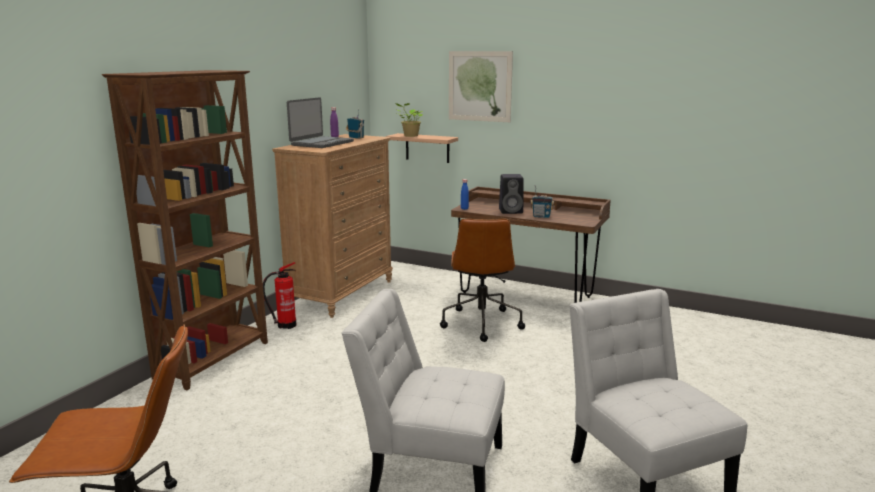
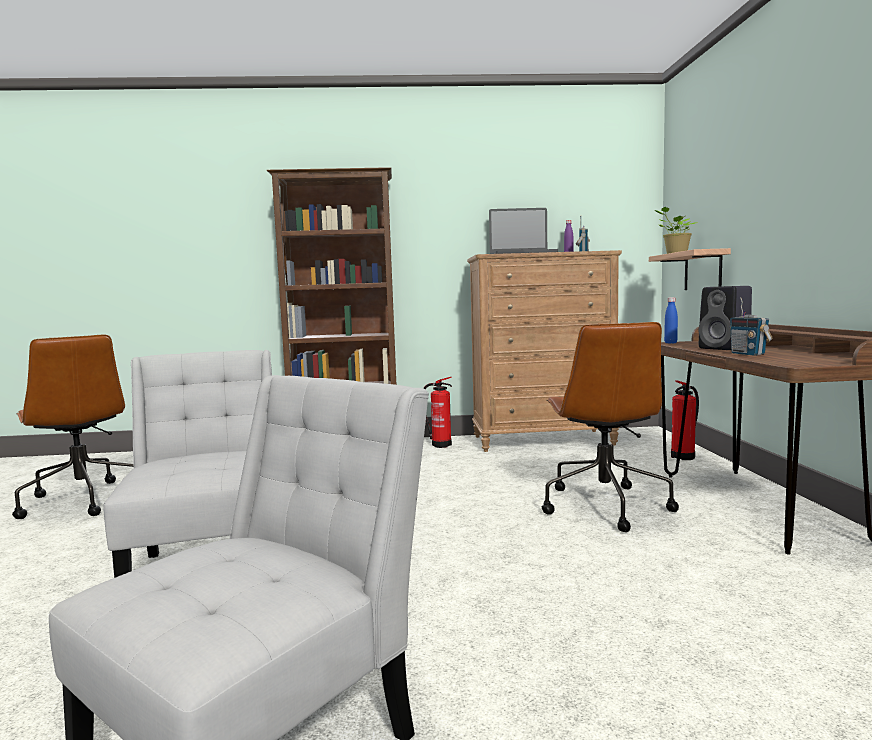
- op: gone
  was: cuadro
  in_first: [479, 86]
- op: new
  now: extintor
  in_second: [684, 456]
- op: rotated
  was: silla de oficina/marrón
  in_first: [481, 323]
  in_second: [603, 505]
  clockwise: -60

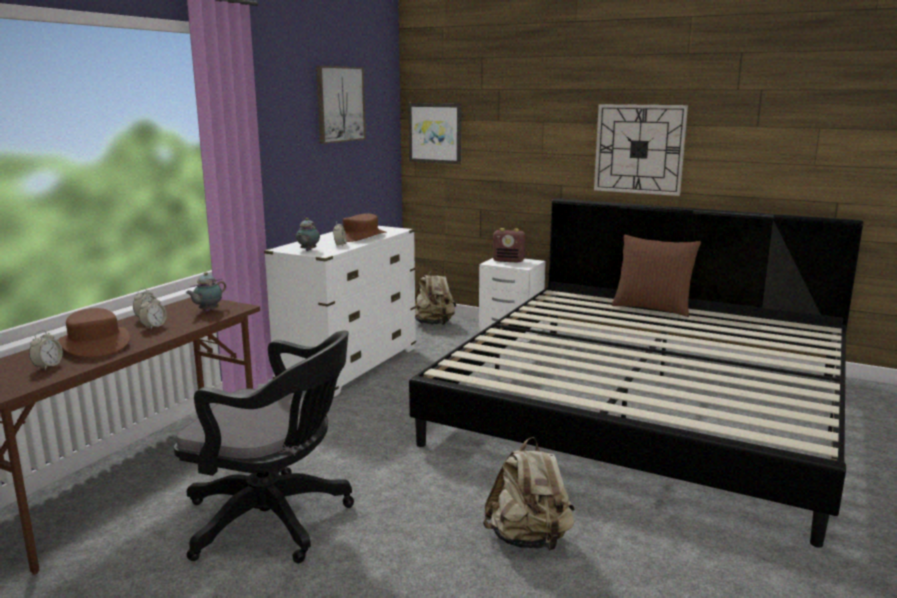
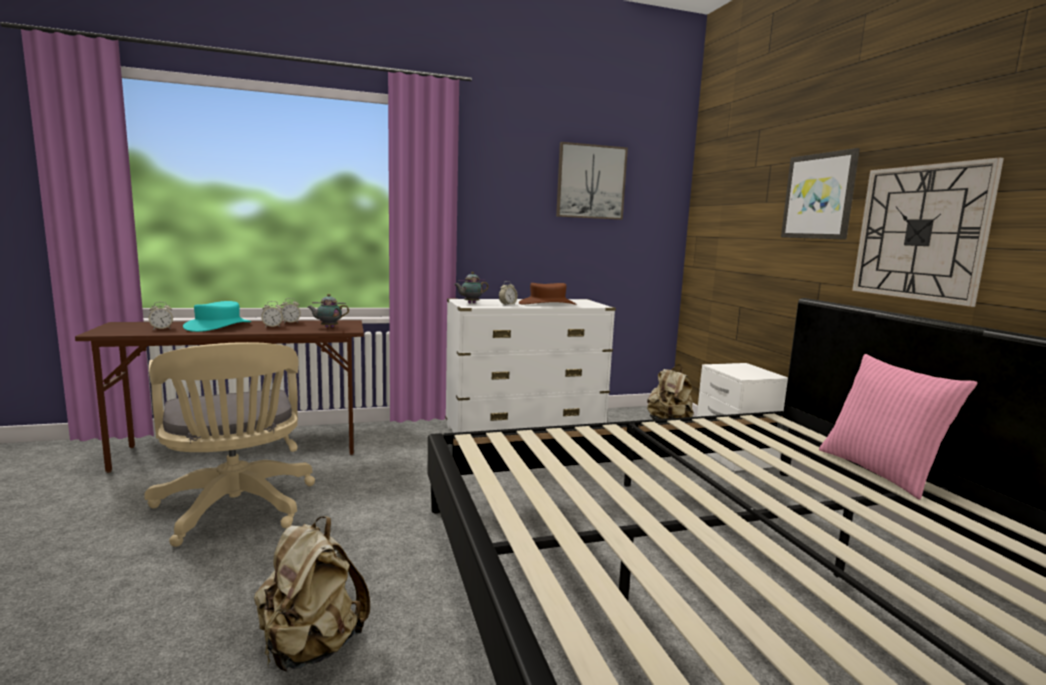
- op: gone
  was: radio
  in_first: [509, 261]
- op: shifted
  was: cuadro
  in_first: [435, 133]
  in_second: [819, 196]
- op: repainted
  was: sombrero/marrón
  now: sombrero/turquesa
  in_first: [95, 344]
  in_second: [218, 326]
- op: repainted
  was: silla de oficina/negro
  now: silla de oficina/beis
  in_first: [275, 521]
  in_second: [236, 510]
- op: repainted
  was: cojín/marrón
  now: cojín/rosa
  in_first: [652, 308]
  in_second: [880, 471]

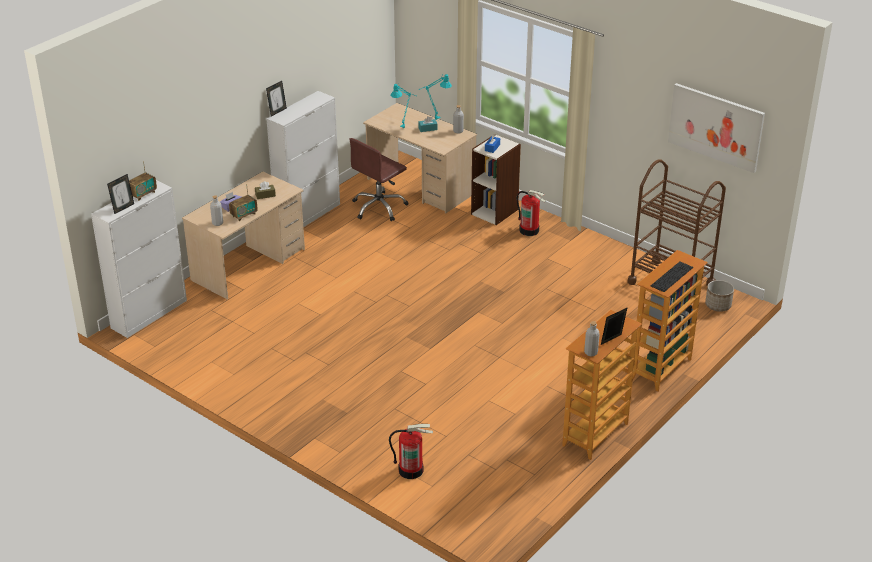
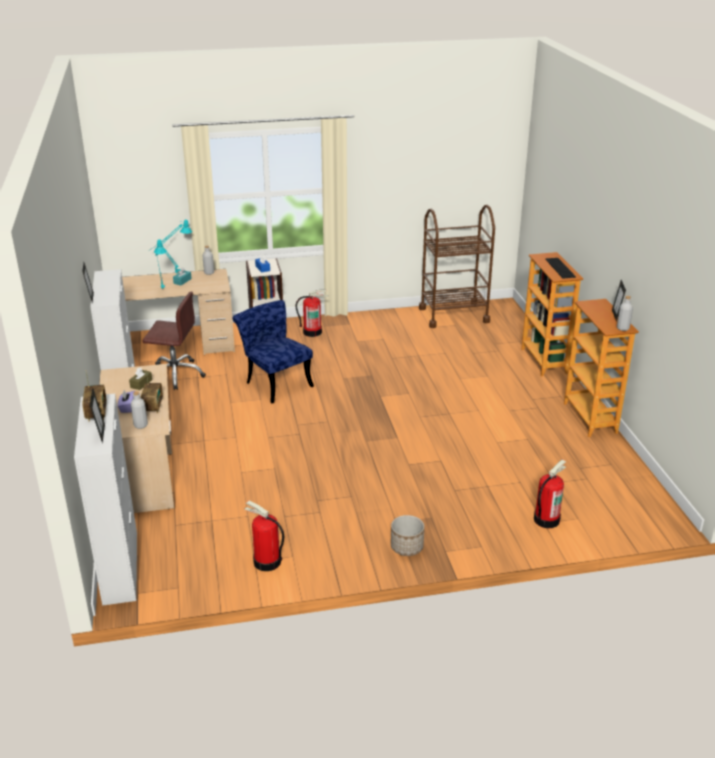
- op: gone
  was: cuadro
  in_first: [716, 127]
- op: new
  now: silla/azul
  in_second: [275, 383]
- op: new
  now: extintor
  in_second: [266, 562]
- op: shifted
  was: maceta
  in_first: [717, 305]
  in_second: [406, 547]
- op: rotated
  was: silla de oficina/marrón
  in_first: [379, 207]
  in_second: [175, 374]
  clockwise: -75

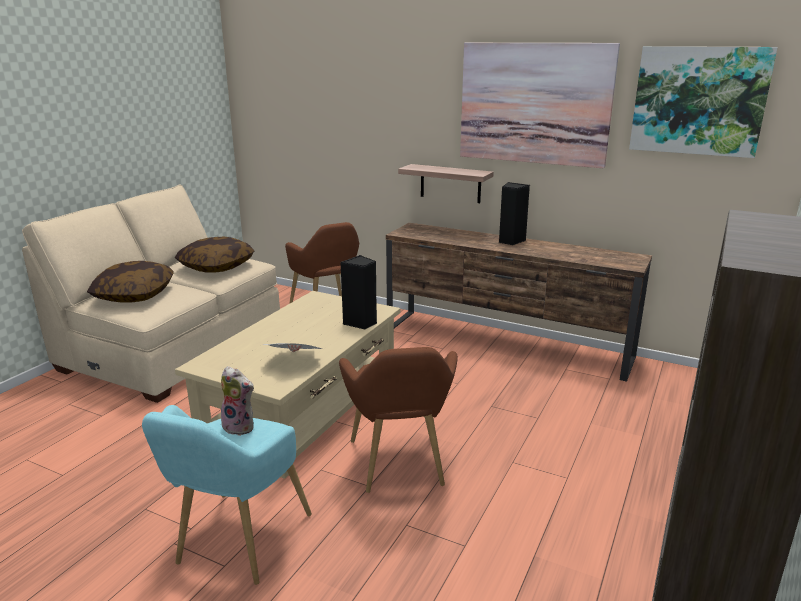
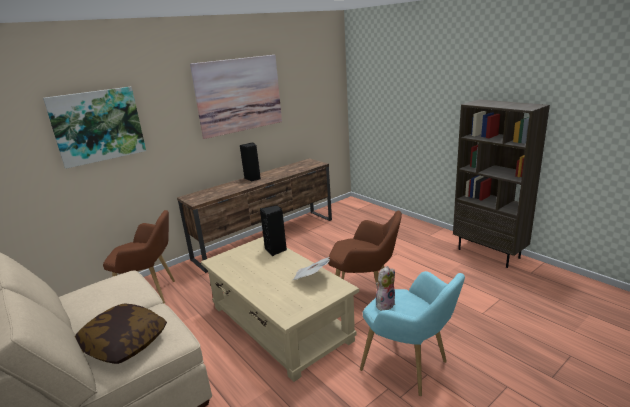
- op: gone
  was: cojín
  in_first: [216, 266]
- op: gone
  was: estante
  in_first: [450, 183]
- op: shifted
  was: cuadro
  in_first: [698, 101]
  in_second: [98, 126]

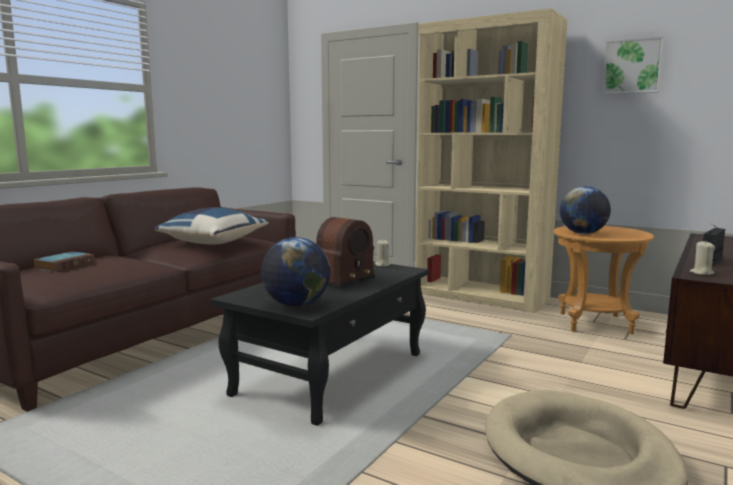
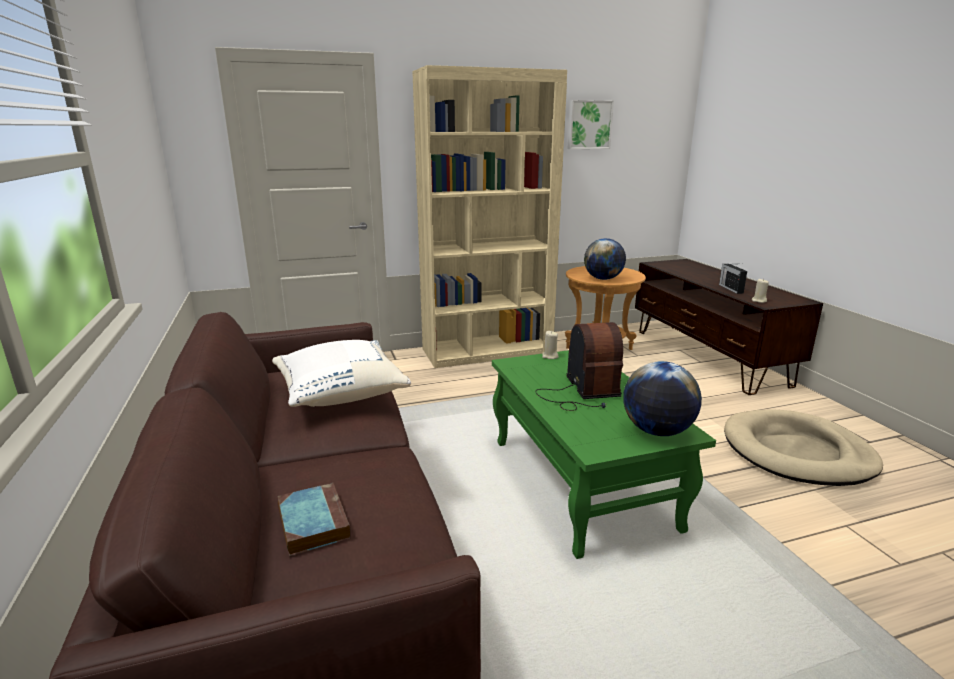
- op: repainted
  was: cojín/azul
  now: cojín/blanco
  in_first: [213, 242]
  in_second: [340, 393]
- op: repainted
  was: mesa de centro/negro
  now: mesa de centro/verde
  in_first: [332, 373]
  in_second: [579, 482]

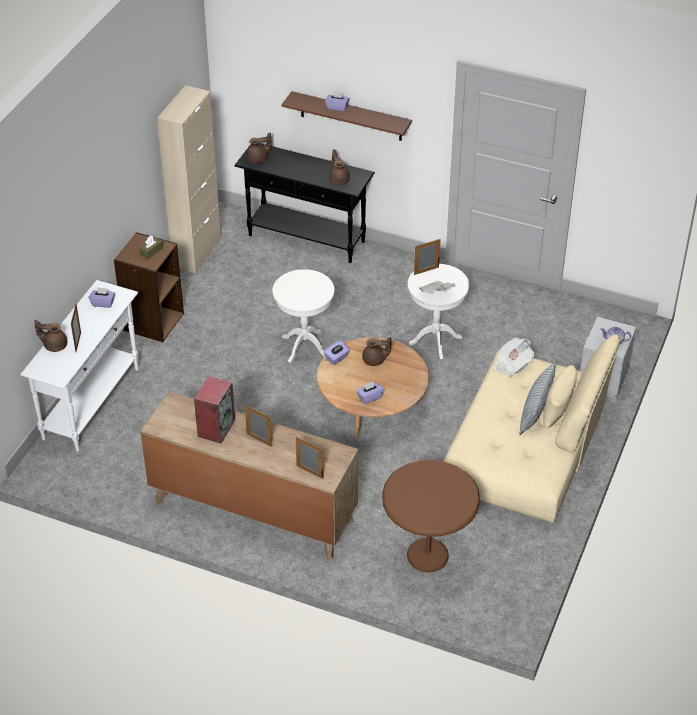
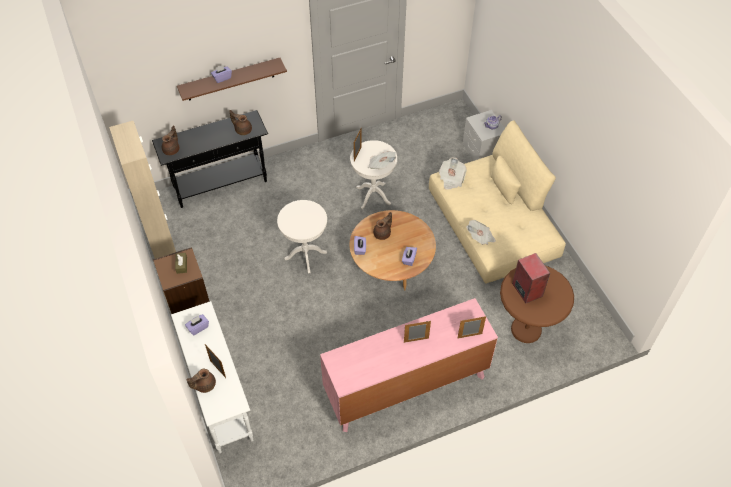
- op: gone
  was: cojín
  in_first: [535, 410]
- op: new
  now: periódico
  in_second: [480, 237]
- op: shifted
  was: altavoz
  in_first: [216, 428]
  in_second: [526, 289]
- op: repainted
  was: cómoda/marrón
  now: cómoda/rosa
  in_first: [252, 511]
  in_second: [405, 386]

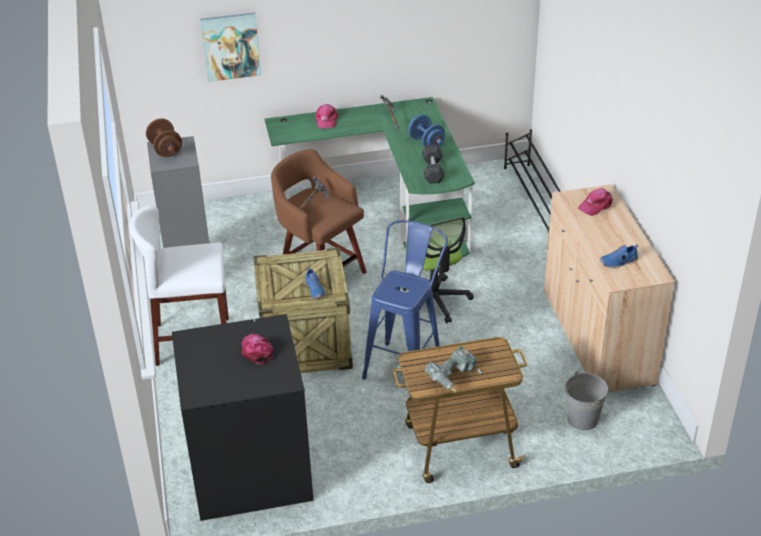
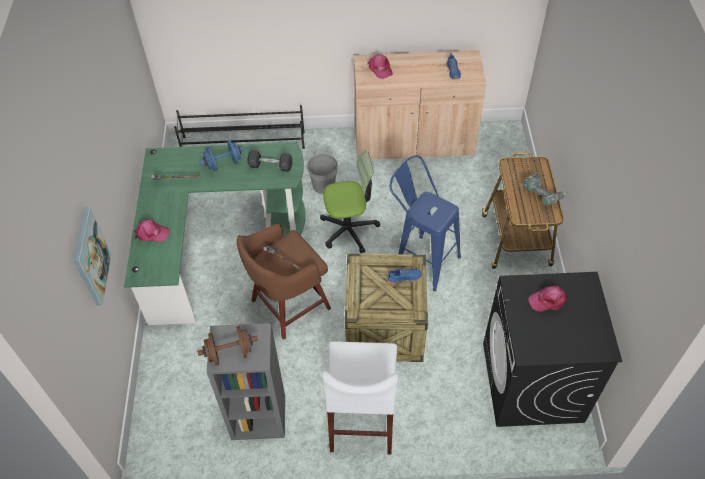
- op: shifted
  was: cubo/gris
  in_first: [582, 419]
  in_second: [323, 185]

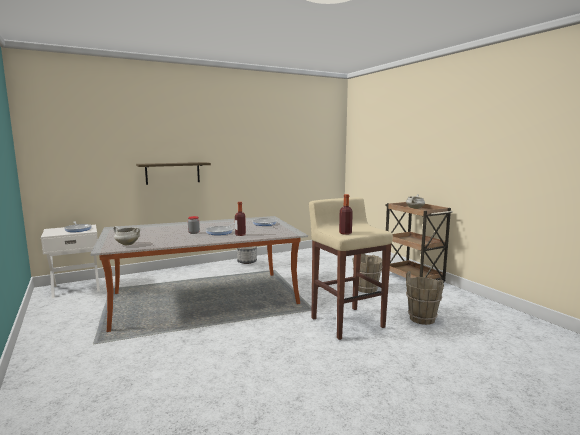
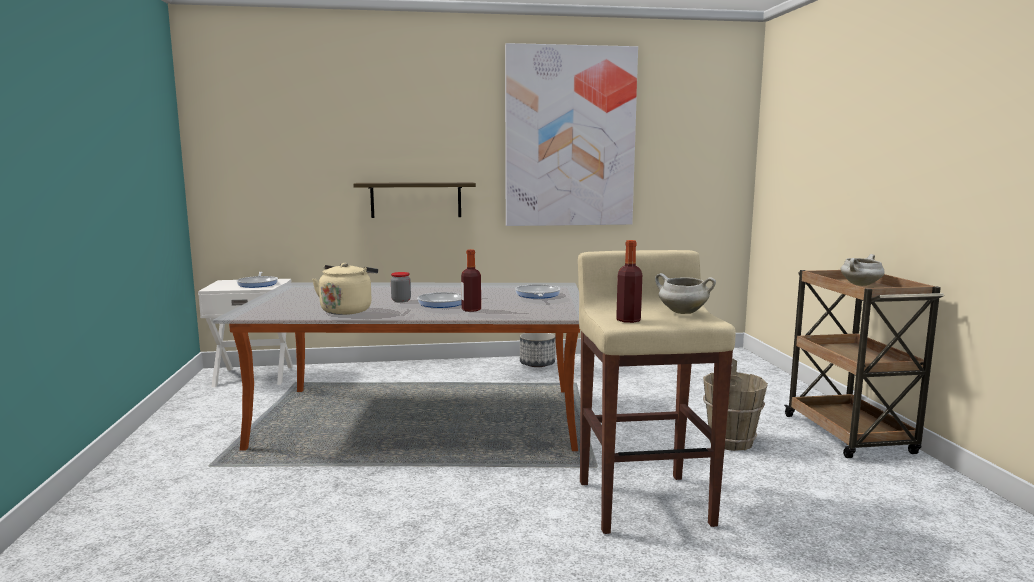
- op: gone
  was: cubo/marrón
  in_first: [422, 319]
- op: new
  now: hervidor/beis
  in_second: [347, 310]
- op: new
  now: cuadro
  in_second: [570, 137]
- op: shifted
  was: olla/blanco
  in_first: [127, 244]
  in_second: [682, 312]

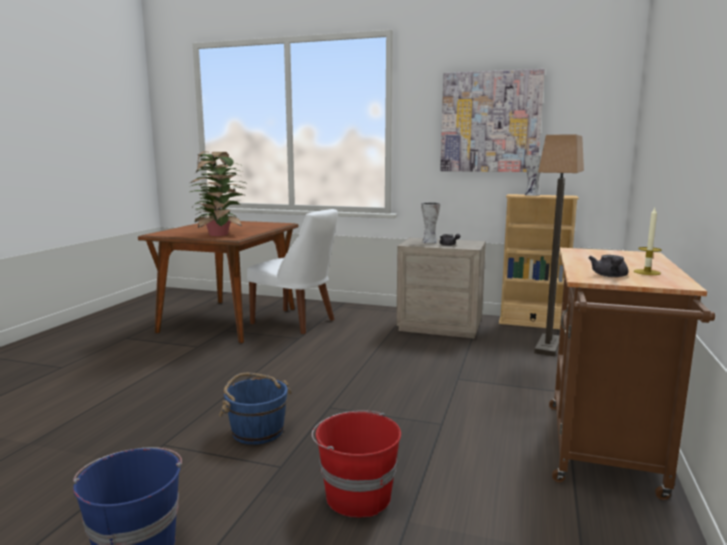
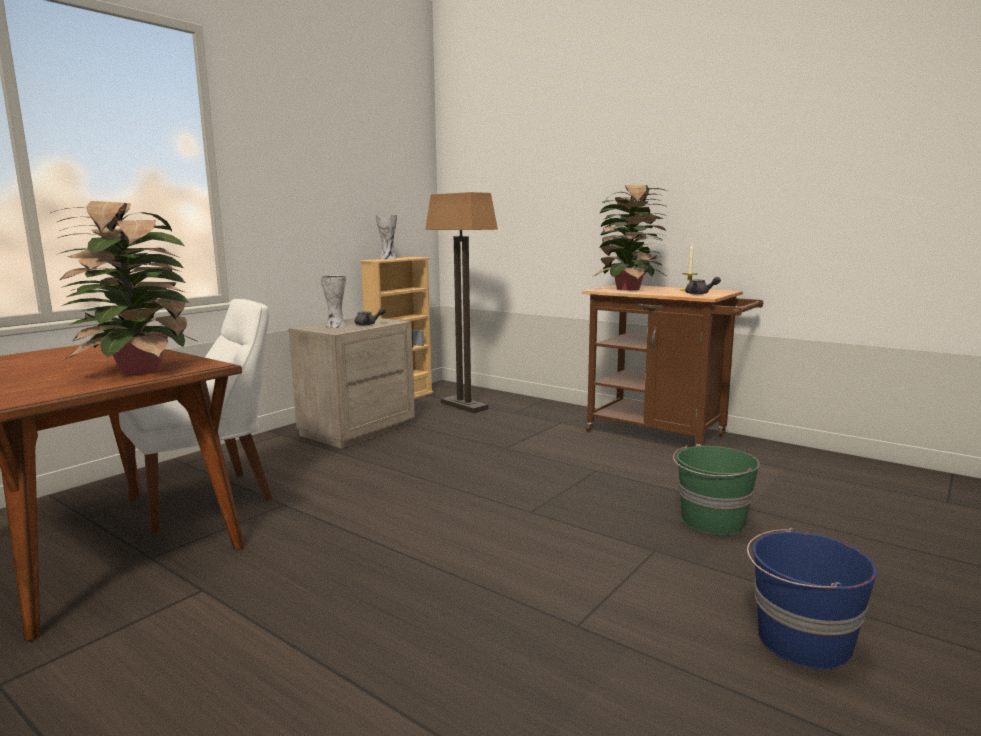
- op: gone
  was: cubo/azul
  in_first: [257, 431]
- op: gone
  was: cuadro
  in_first: [490, 122]
- op: new
  now: planta en maceta
  in_second: [628, 289]
- op: repainted
  was: cubo/rojo
  now: cubo/verde
  in_first: [357, 495]
  in_second: [712, 521]

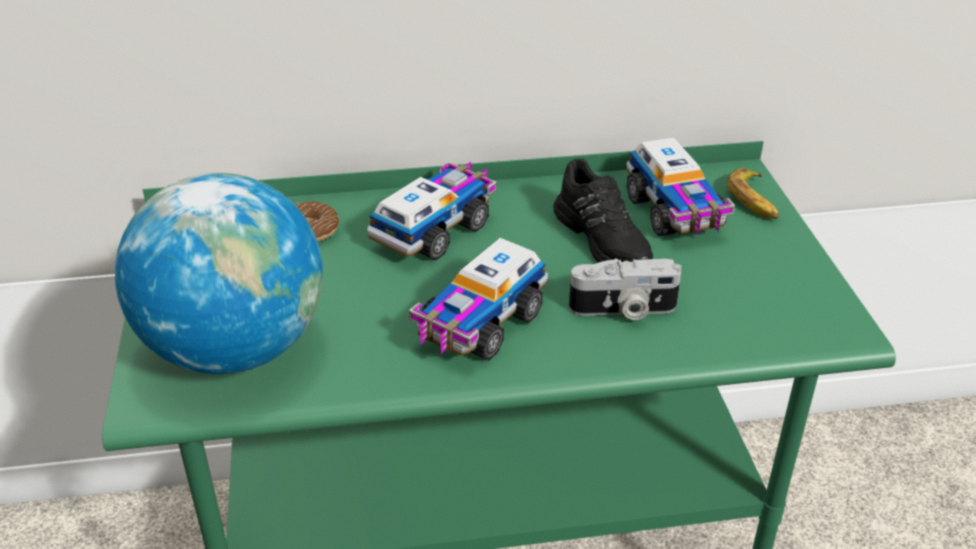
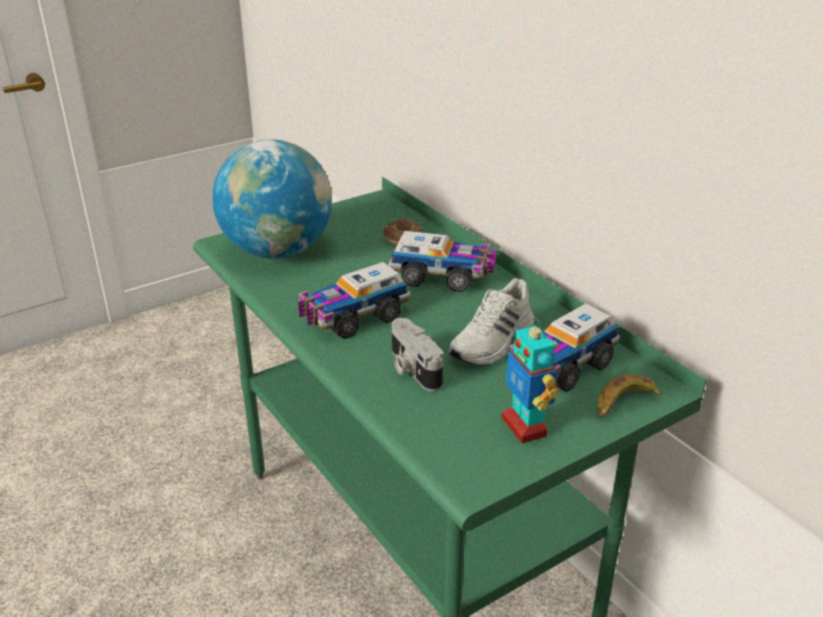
- op: new
  now: robot de juguete
  in_second: [525, 427]
- op: repainted
  was: zapato/negro
  now: zapato/blanco
  in_first: [604, 238]
  in_second: [493, 342]
- op: rotated
  was: camión de juguete
  in_first: [479, 325]
  in_second: [353, 318]
  clockwise: -45

